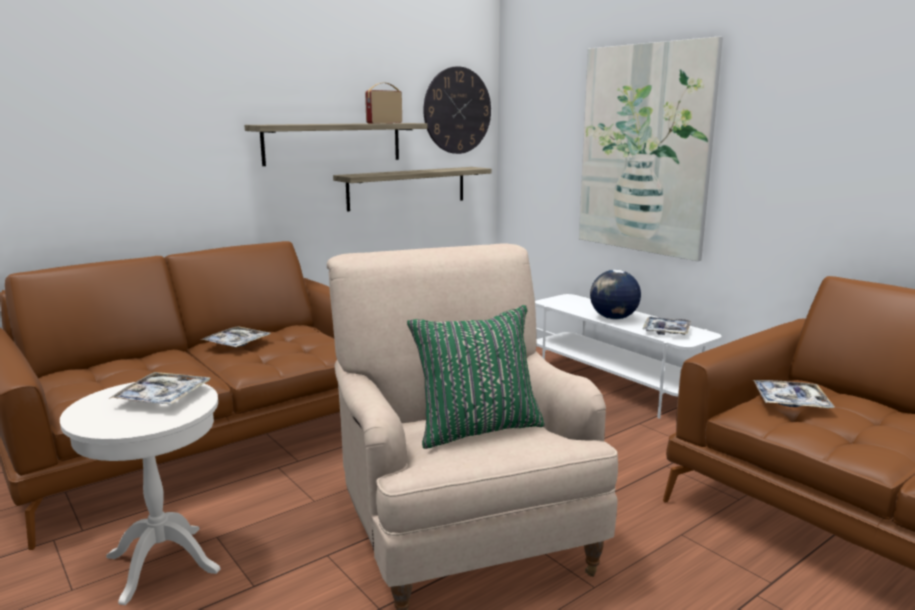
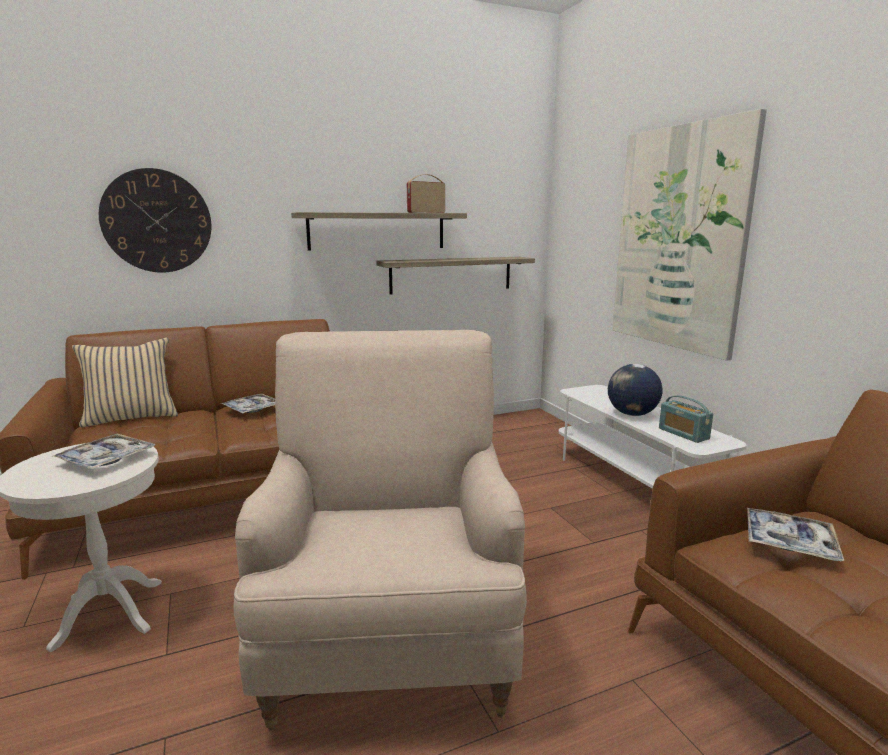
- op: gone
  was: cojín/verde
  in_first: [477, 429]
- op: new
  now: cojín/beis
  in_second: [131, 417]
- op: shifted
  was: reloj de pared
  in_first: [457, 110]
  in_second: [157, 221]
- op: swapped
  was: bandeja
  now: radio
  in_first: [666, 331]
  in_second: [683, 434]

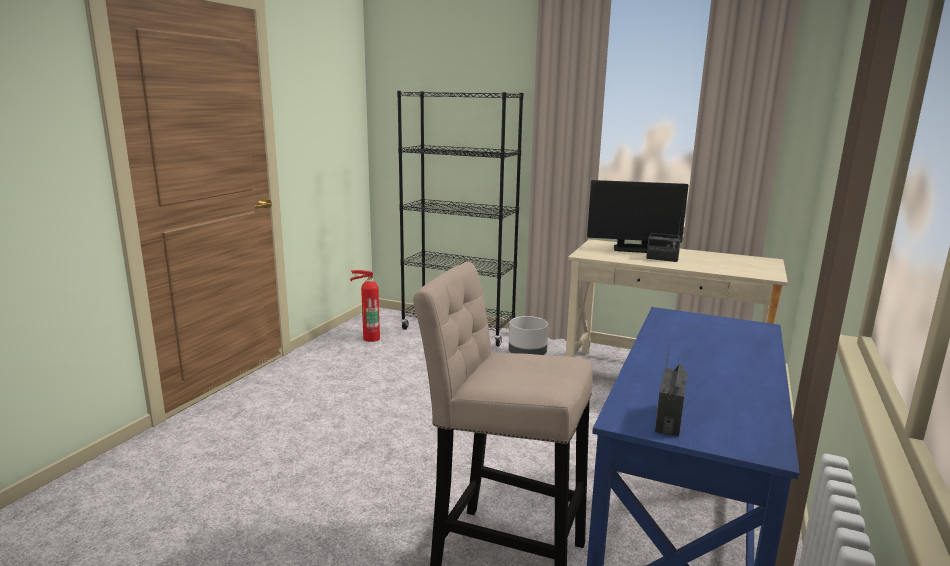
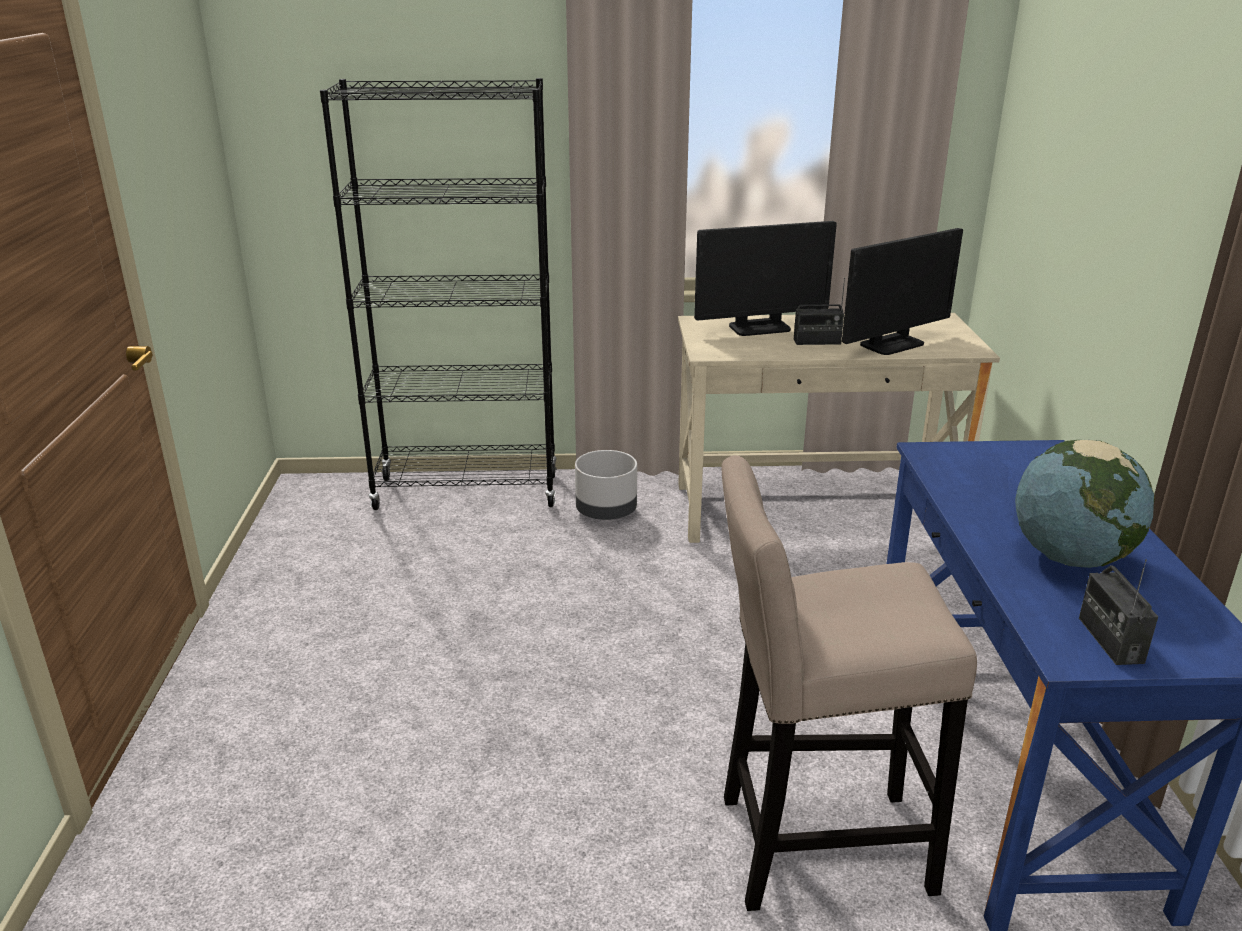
- op: gone
  was: extintor
  in_first: [369, 338]
- op: new
  now: monitor
  in_second: [891, 344]
- op: new
  now: globo terráqueo
  in_second: [1070, 557]

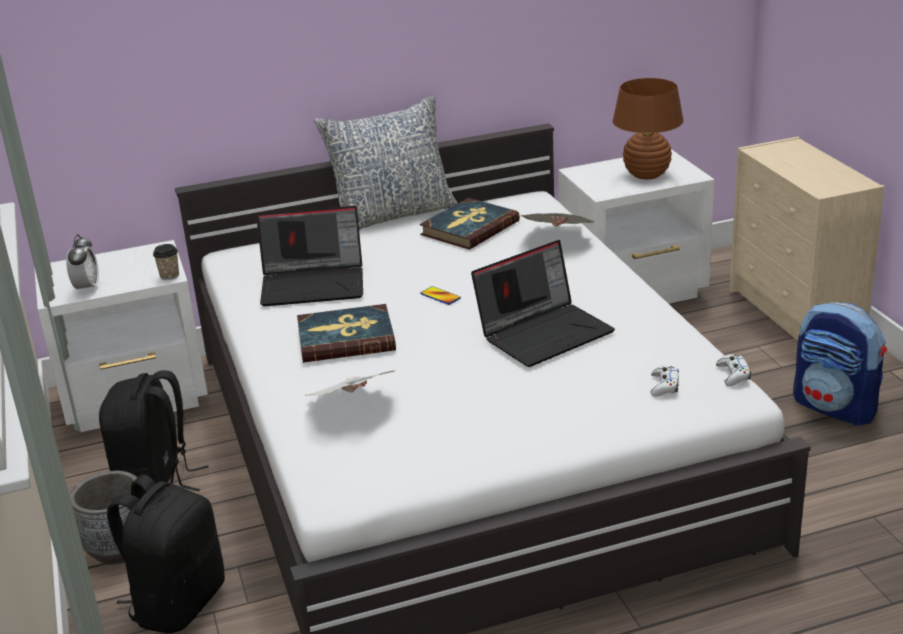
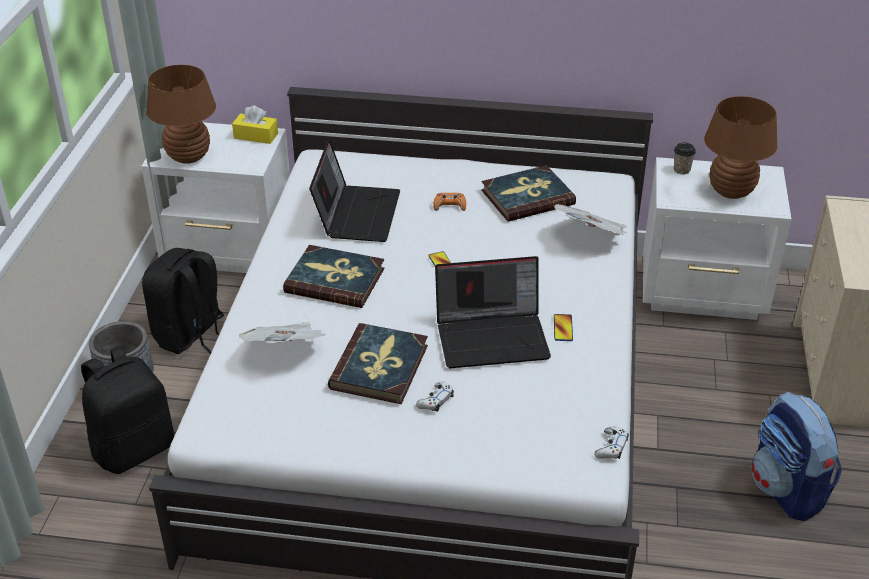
- op: gone
  was: cojín
  in_first: [392, 215]
- op: new
  now: caja de pañuelos/amarillo
  in_second: [256, 136]
- op: new
  now: libro
  in_second: [380, 367]
- op: new
  now: mando de consola/naranja
  in_second: [449, 206]
- op: new
  now: móvil
  in_second: [563, 328]
- op: shifted
  was: taza
  in_first: [169, 276]
  in_second: [681, 170]
- op: shifted
  was: mando de consola/blanco
  in_first: [664, 386]
  in_second: [435, 401]
- op: swapped
  was: despertador
  now: lámpara de mesa/marrón
  in_first: [87, 288]
  in_second: [188, 157]
- op: rotated
  was: portátil
  in_first: [314, 284]
  in_second: [357, 213]
  clockwise: -105

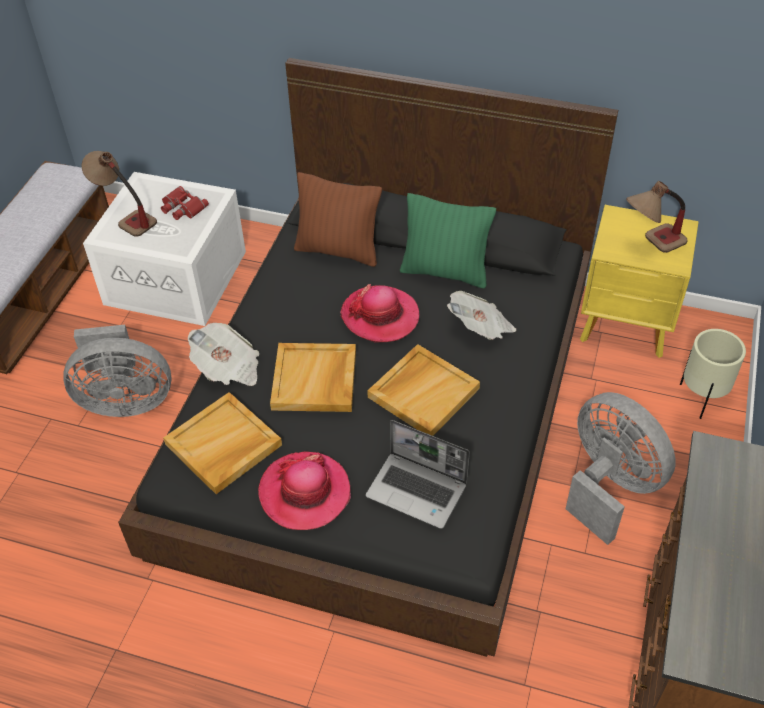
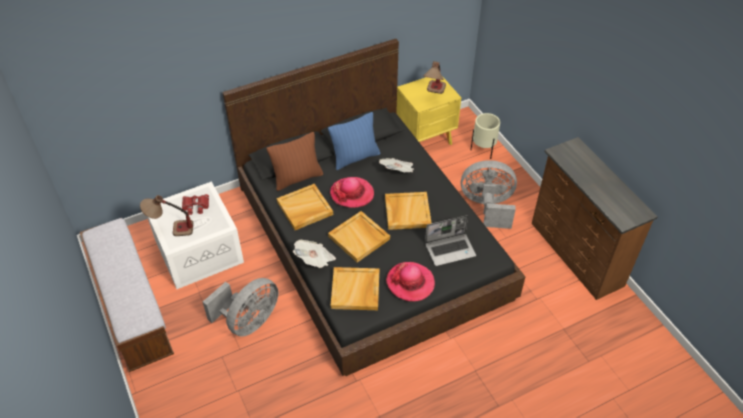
- op: new
  now: bandeja/beis
  in_second: [304, 209]
- op: repainted
  was: cojín/verde
  now: cojín/azul
  in_first: [445, 272]
  in_second: [355, 157]

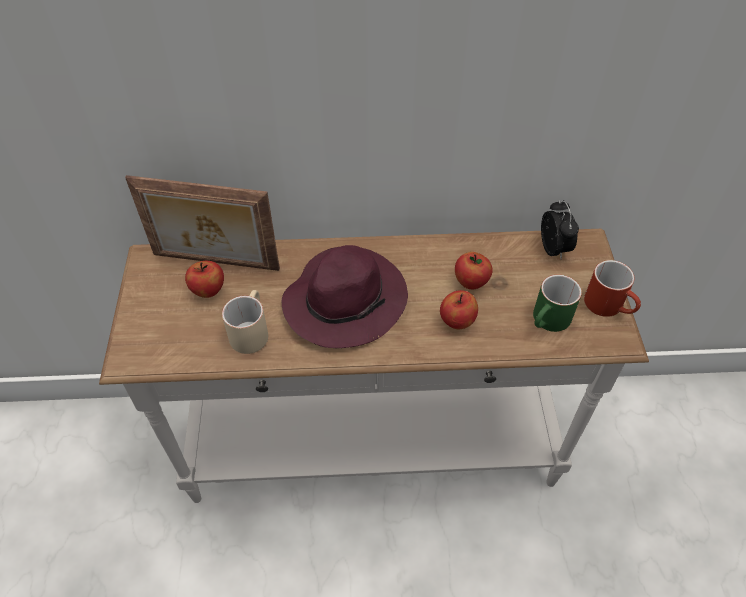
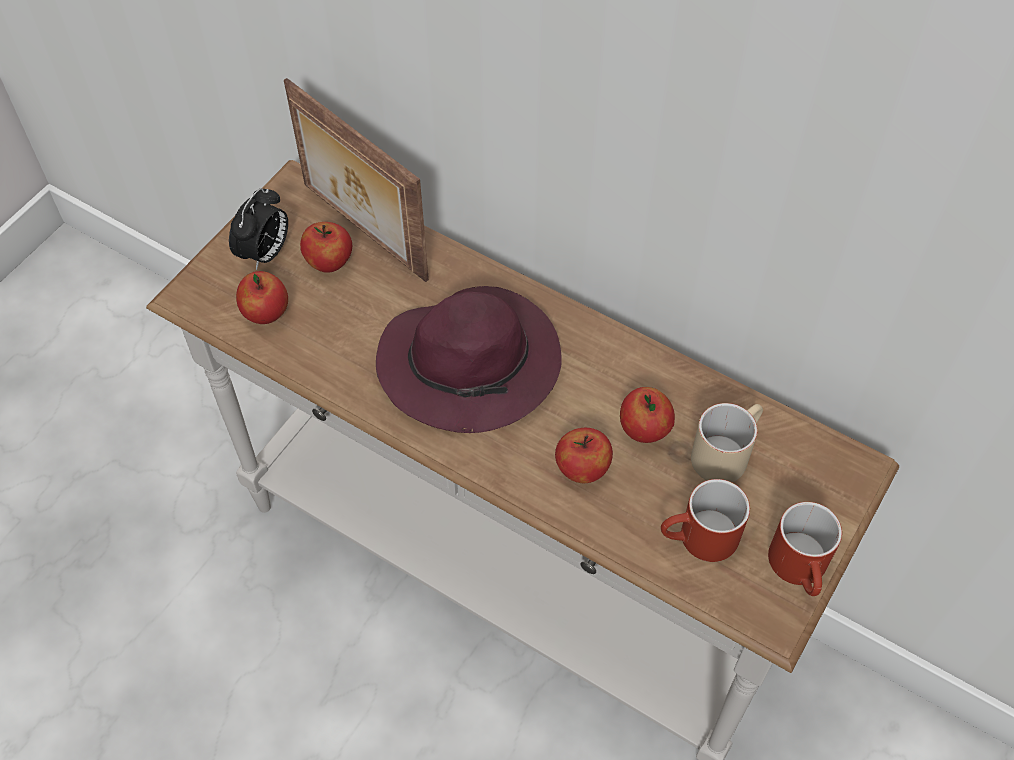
- op: new
  now: manzana
  in_second: [266, 313]
- op: shifted
  was: taza grande/beis
  in_first: [250, 331]
  in_second: [725, 451]
- op: shifted
  was: despertador
  in_first: [554, 249]
  in_second: [265, 253]
- op: repainted
  was: taza grande/verde
  now: taza grande/rojo
  in_first: [548, 322]
  in_second: [698, 540]

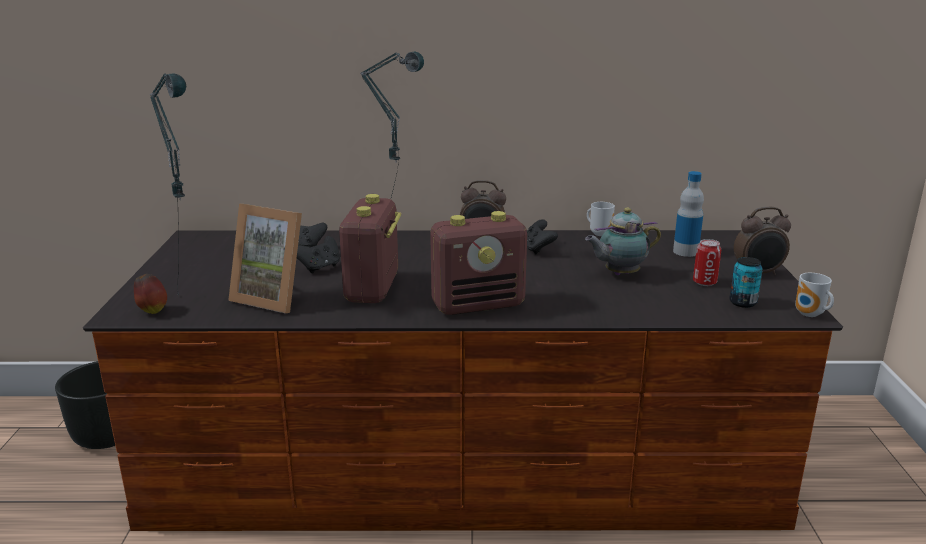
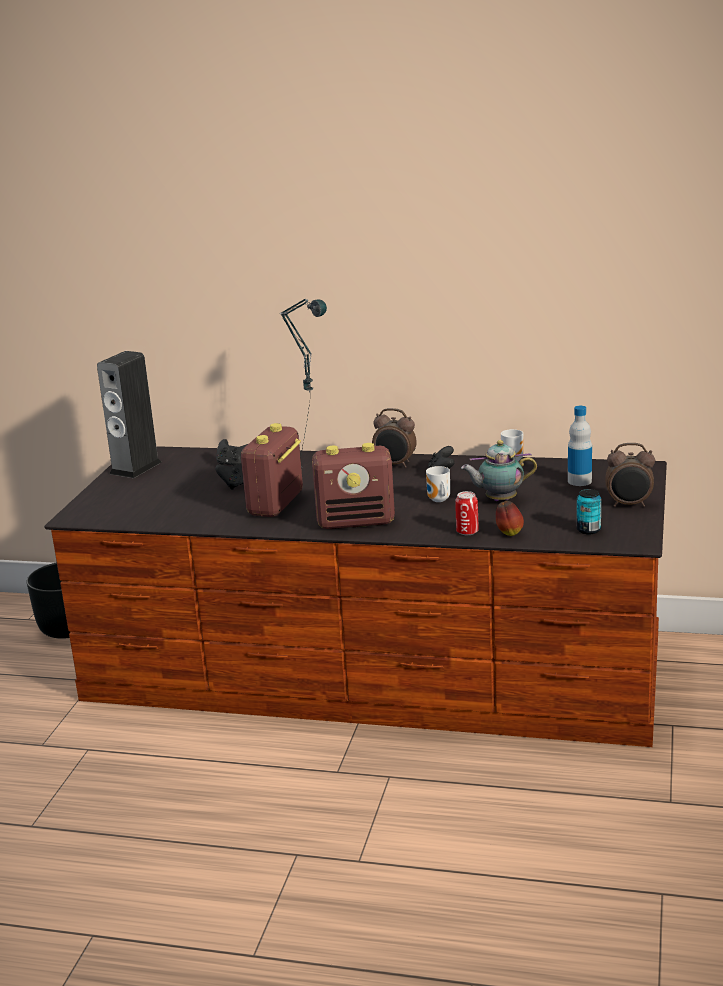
- op: gone
  was: lámpara de mesa
  in_first: [193, 297]
- op: gone
  was: portarretratos
  in_first: [274, 297]
- op: new
  now: altavoz
  in_second: [135, 468]
- op: shifted
  was: manzana
  in_first: [152, 311]
  in_second: [508, 533]
- op: shifted
  was: lata
  in_first: [704, 282]
  in_second: [467, 532]
- op: shifted
  was: taza grande
  in_first: [810, 315]
  in_second: [438, 500]

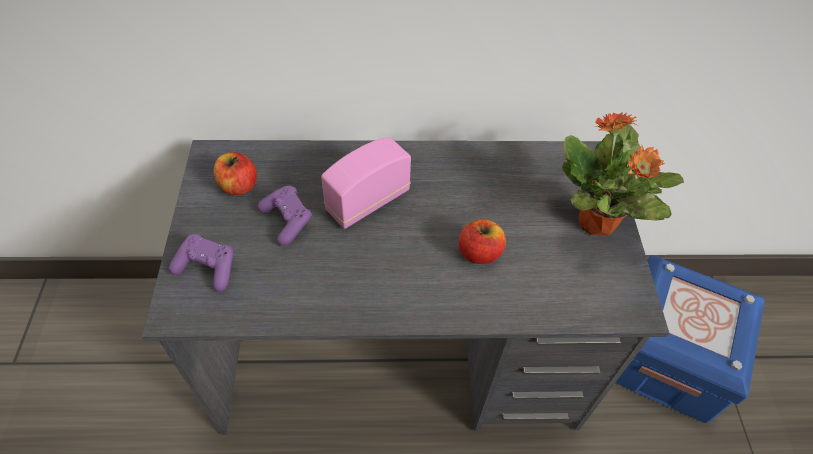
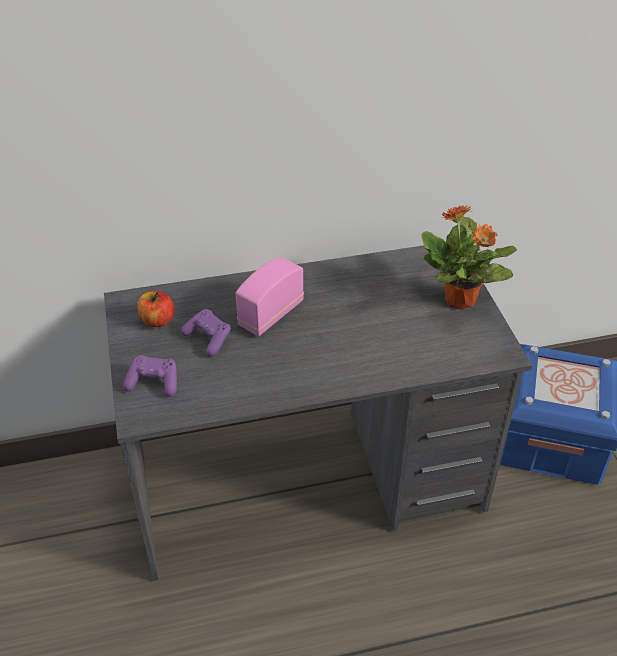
- op: gone
  was: manzana
  in_first: [479, 253]

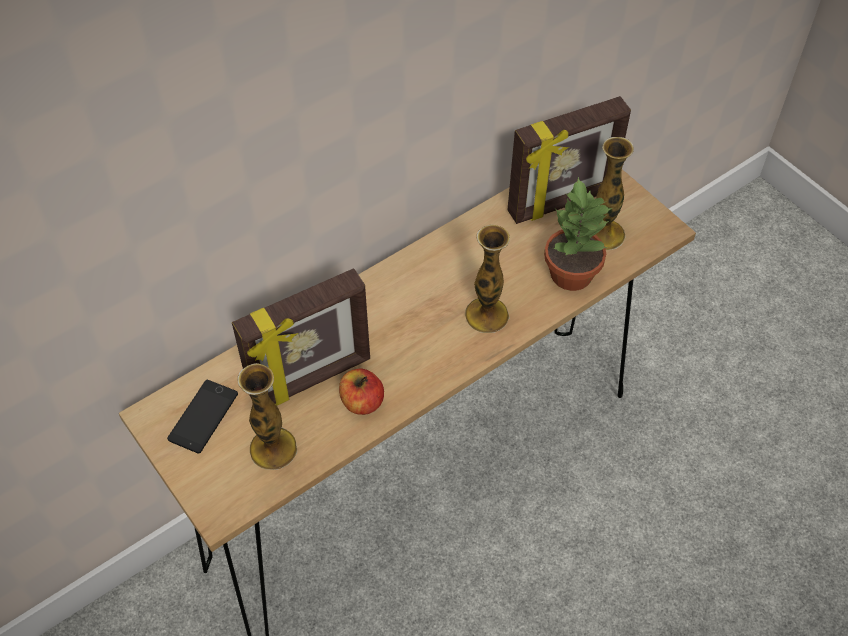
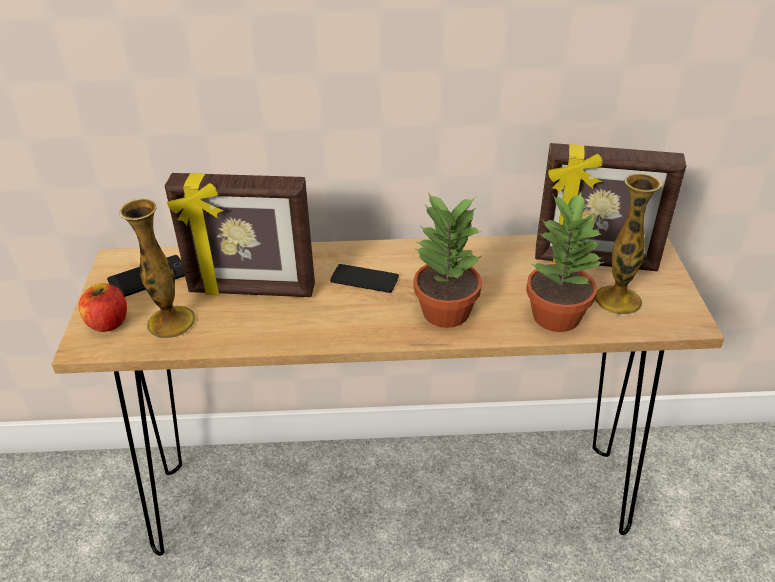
- op: new
  now: móvil
  in_second: [364, 279]
- op: shifted
  was: manzana
  in_first: [362, 402]
  in_second: [108, 323]
- op: swapped
  was: florero
  now: planta en maceta
  in_first: [486, 315]
  in_second: [444, 312]

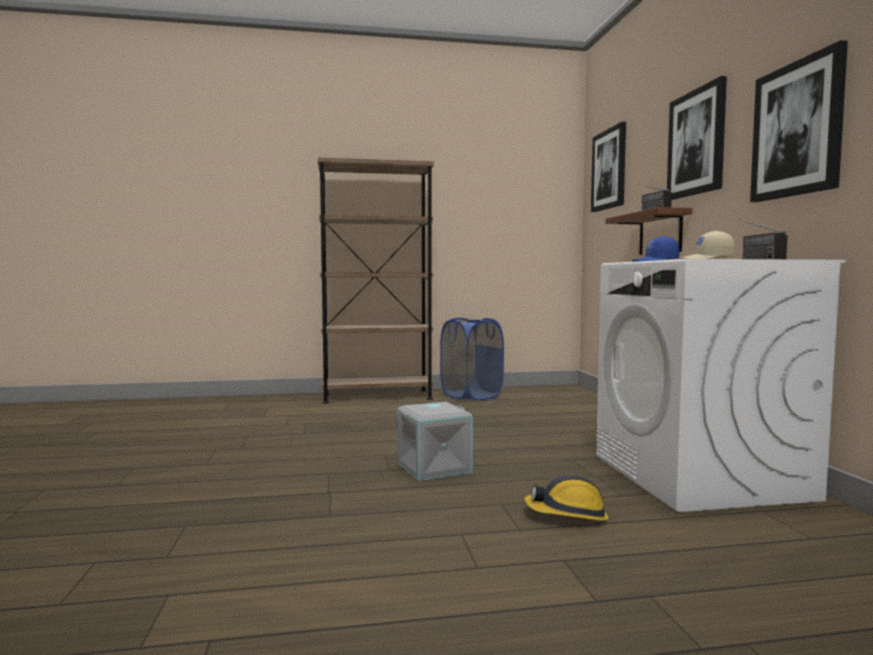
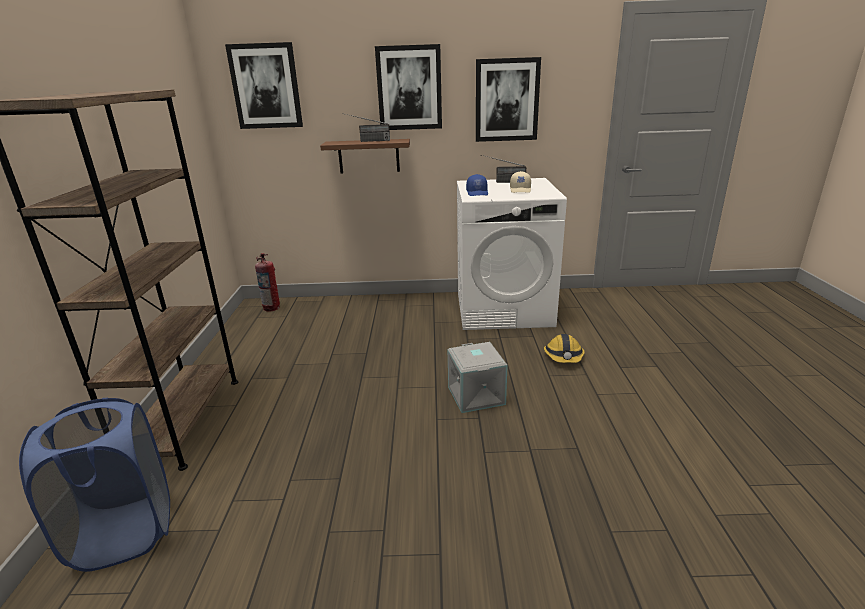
- op: new
  now: extintor
  in_second: [272, 307]
- op: shifted
  was: cesto de la ropa/azul
  in_first: [471, 395]
  in_second: [124, 533]

